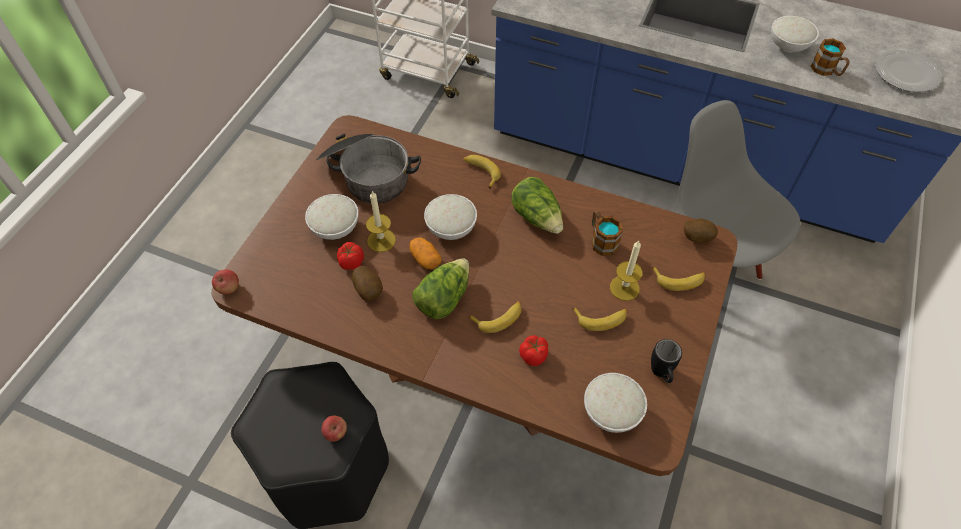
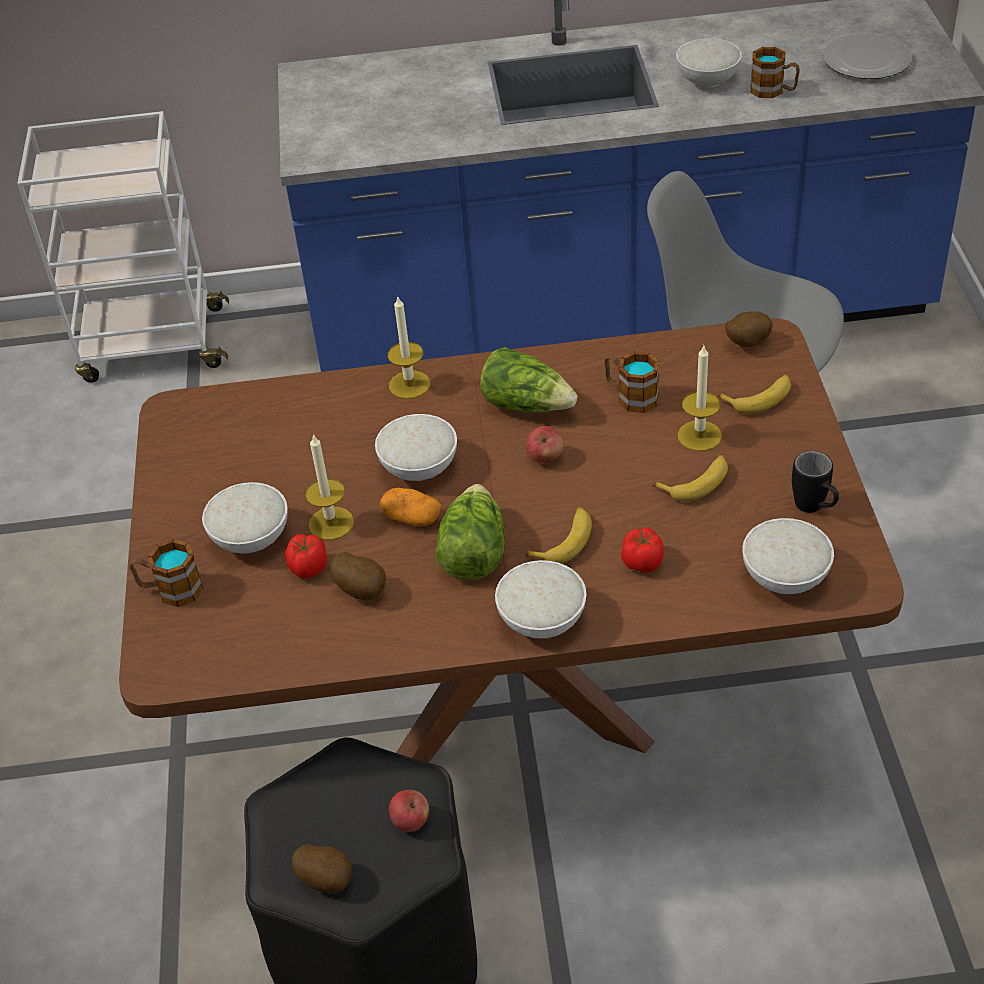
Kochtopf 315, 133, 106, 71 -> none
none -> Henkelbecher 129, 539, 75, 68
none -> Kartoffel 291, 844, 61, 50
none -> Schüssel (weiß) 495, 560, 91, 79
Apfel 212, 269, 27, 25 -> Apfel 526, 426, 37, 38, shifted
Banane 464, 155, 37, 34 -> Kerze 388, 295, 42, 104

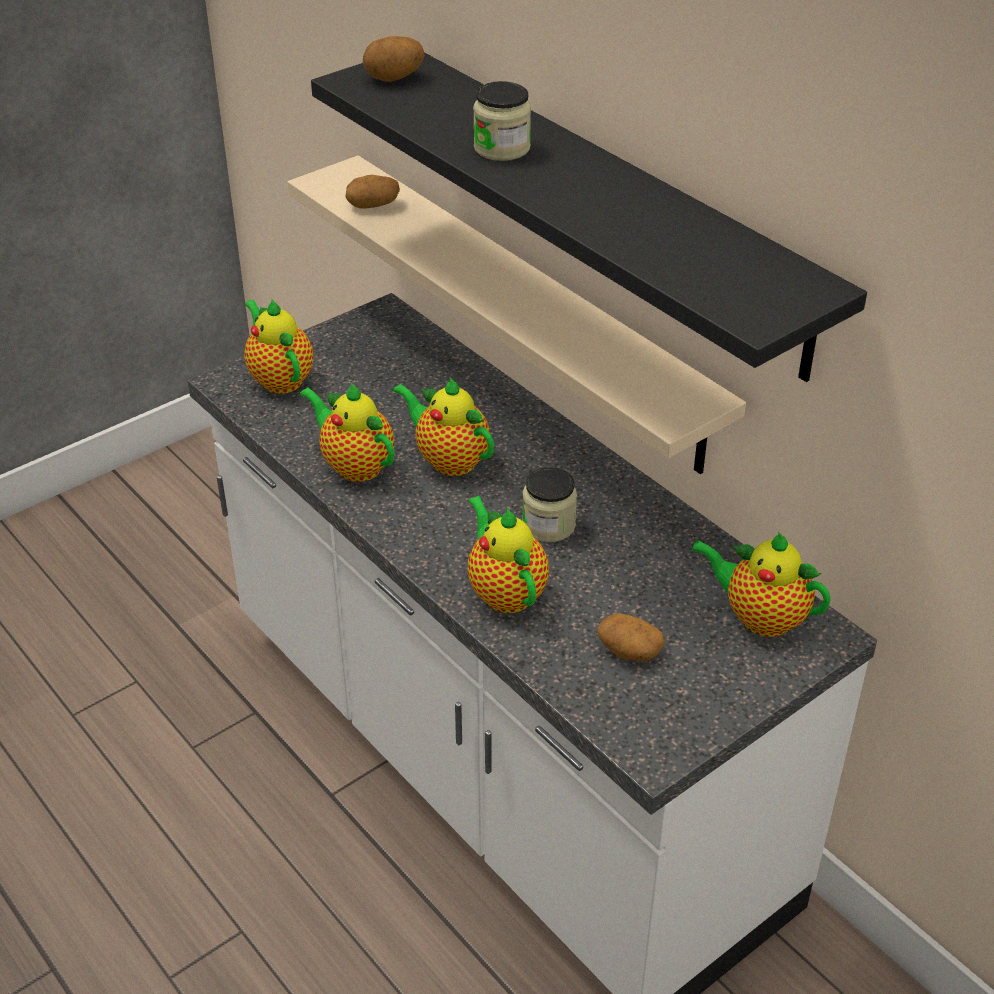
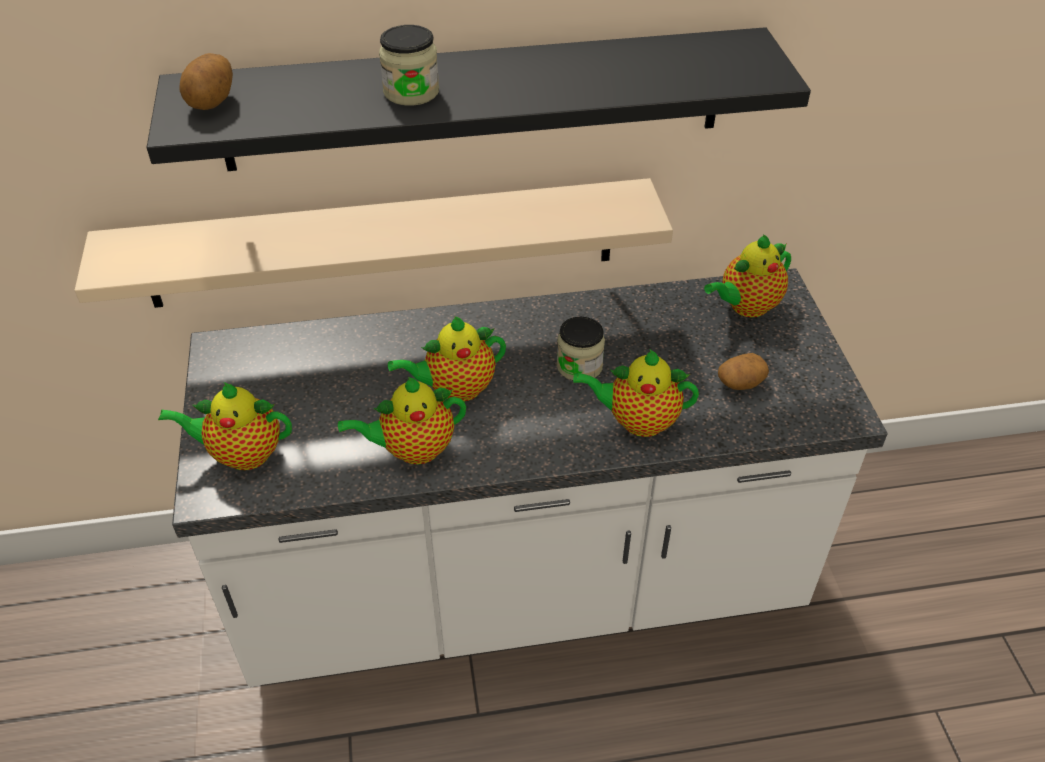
Kartoffel 346, 175, 54, 34 -> none

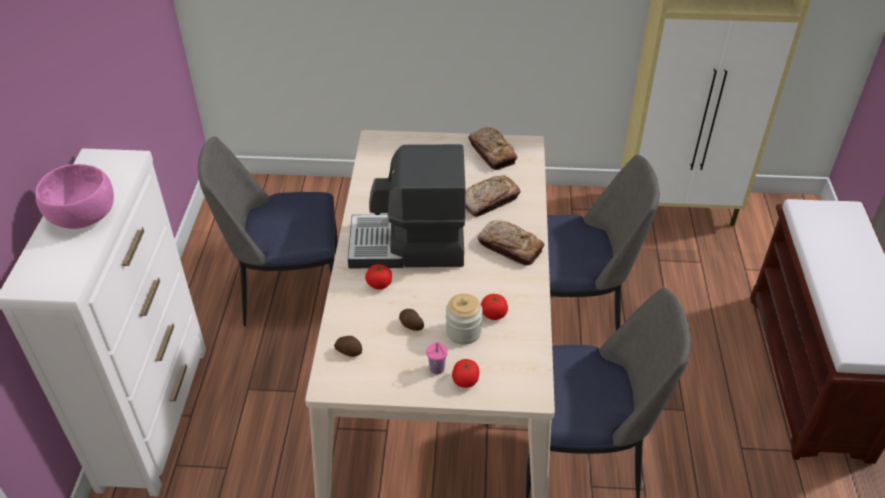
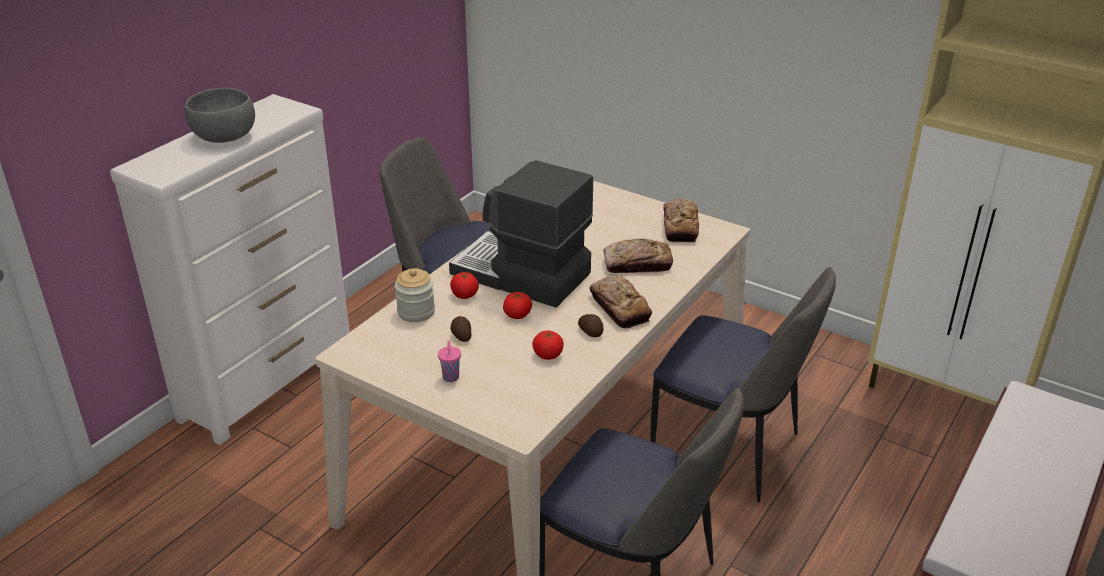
Kartoffel 334, 336, 28, 21 -> Kartoffel 578, 314, 26, 23, shifted
Vorratsglas 446, 294, 37, 51 -> Vorratsglas 395, 268, 40, 54, shifted
Tomate 452, 359, 27, 29 -> Tomate 503, 292, 29, 27, shifted
Schüssel (rosa) 35, 164, 79, 65 -> Schüssel (grau) 185, 88, 70, 55

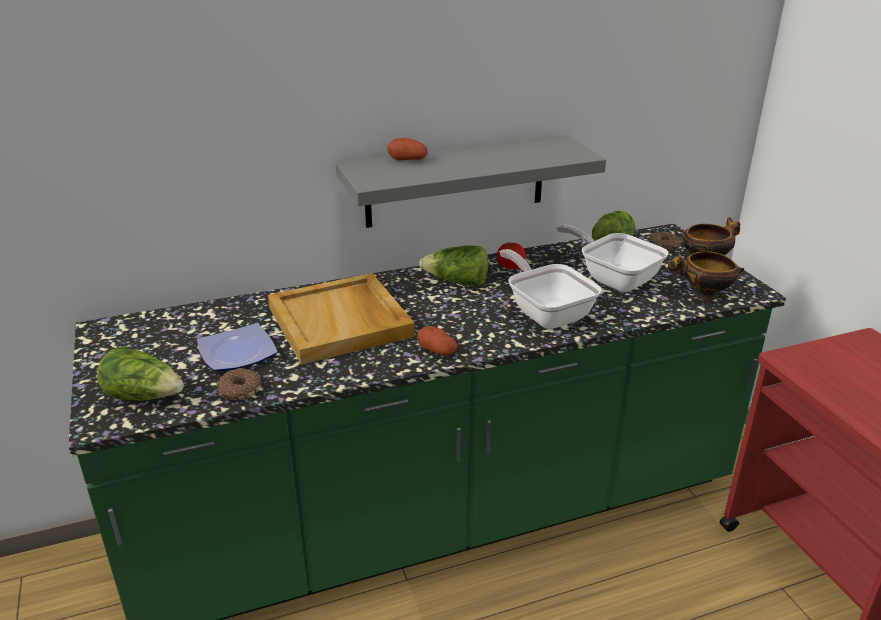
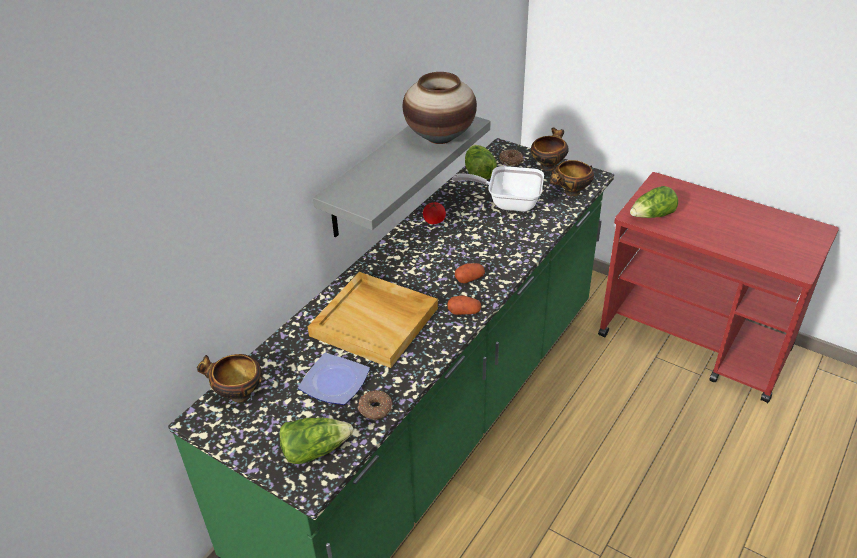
Pfanne 500, 249, 102, 80 -> none
none -> Schüssel 197, 354, 68, 48
none -> Vase 403, 72, 74, 72
Kartoffel 387, 138, 41, 22 -> Kartoffel 455, 263, 30, 21, shifted
Salatkopf 419, 245, 69, 41 -> Salatkopf 630, 186, 48, 32, shifted

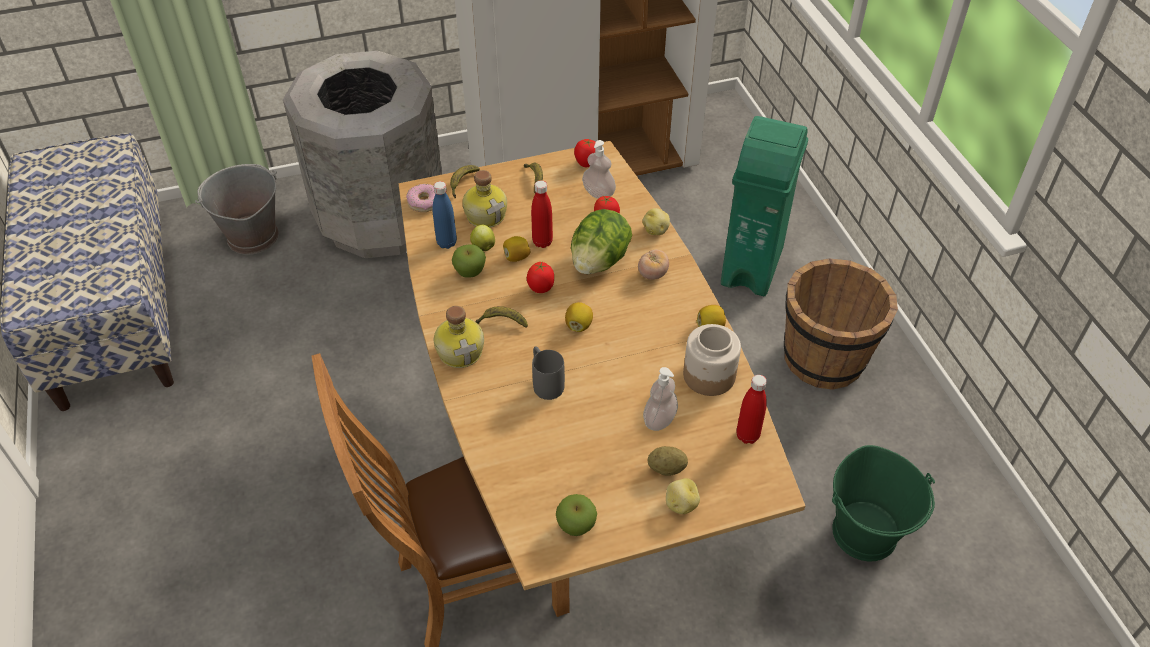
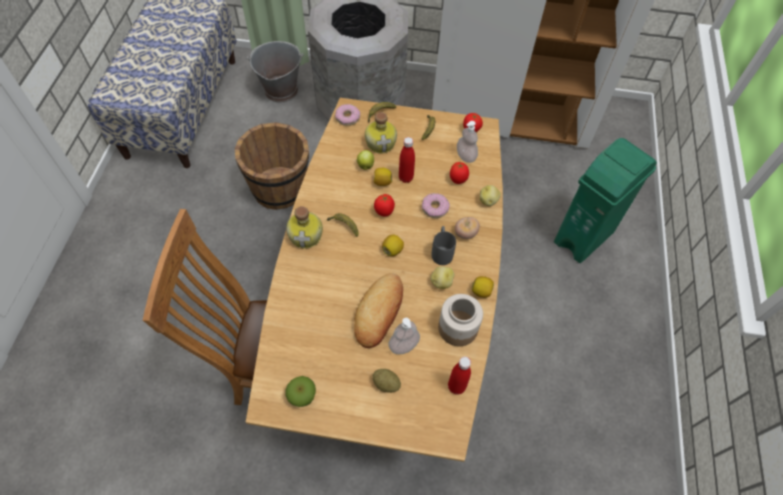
Flasche (blau) 433, 181, 24, 68 -> none
Apfel 452, 244, 34, 34 -> none
Eimer (grün) 832, 445, 103, 116 -> none
none -> Brot 354, 273, 49, 75
Henkelbecher (grau) 532, 346, 33, 54 -> Henkelbecher (grau) 431, 226, 25, 39, shifted
Kartoffel 666, 478, 34, 36 -> Kartoffel 430, 266, 24, 23, shifted
Eimer (braun) 784, 258, 114, 132 -> Eimer (braun) 235, 122, 74, 88, shifted
Salatkopf 571, 209, 61, 65 -> Donut 422, 193, 28, 25

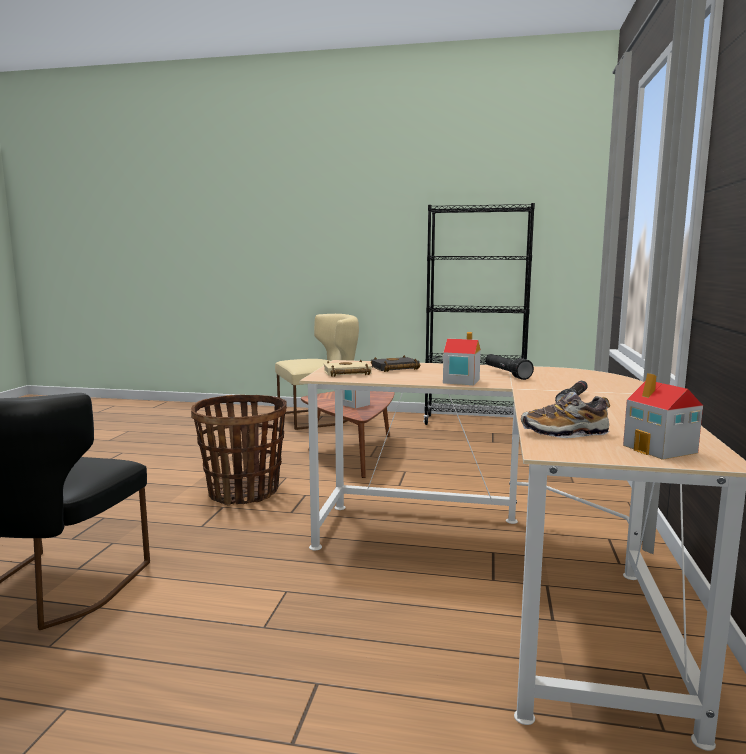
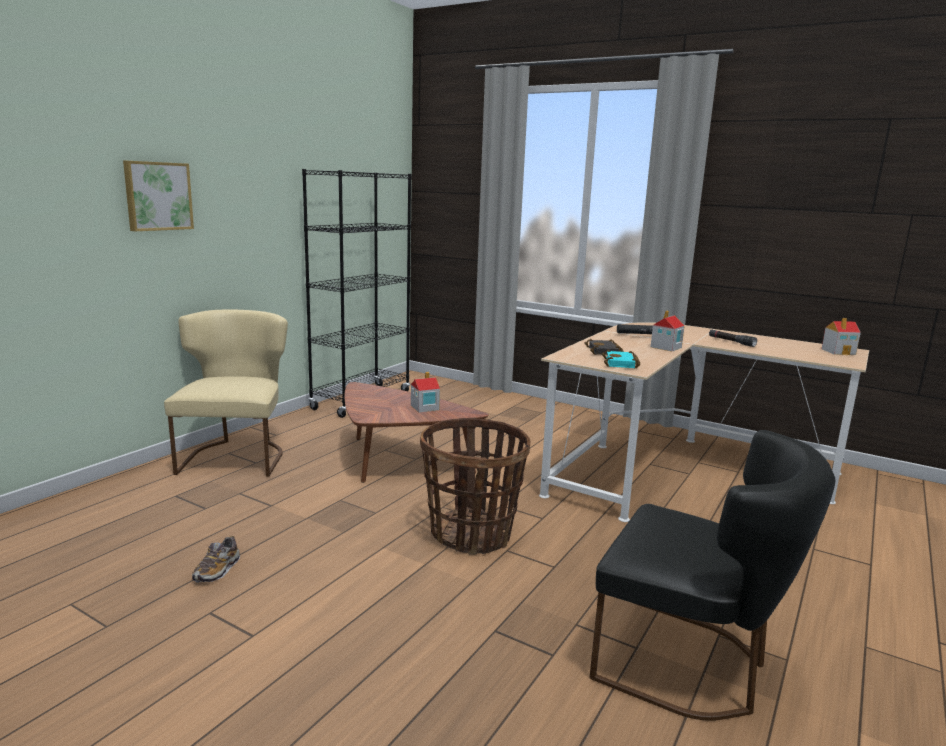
none -> Bild 123, 161, 71, 70
Schuh 521, 392, 89, 46 -> Schuh 192, 536, 48, 47, shifted
Buch (beige) 323, 360, 48, 17 -> Buch (türkis) 602, 350, 38, 19

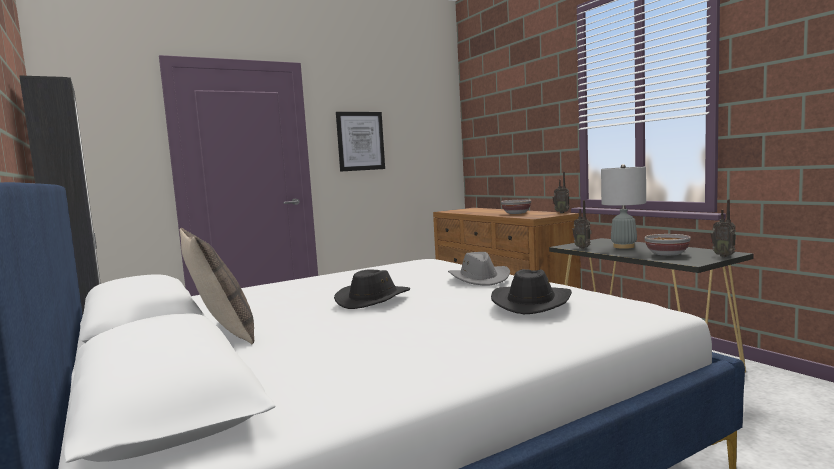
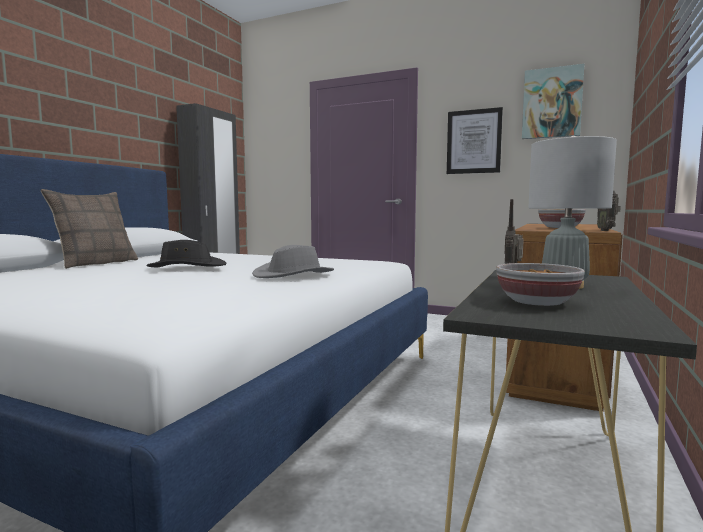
Hut (schwarz) 491, 269, 81, 45 -> none
Radio 711, 199, 25, 58 -> none
none -> Bild 522, 64, 62, 75

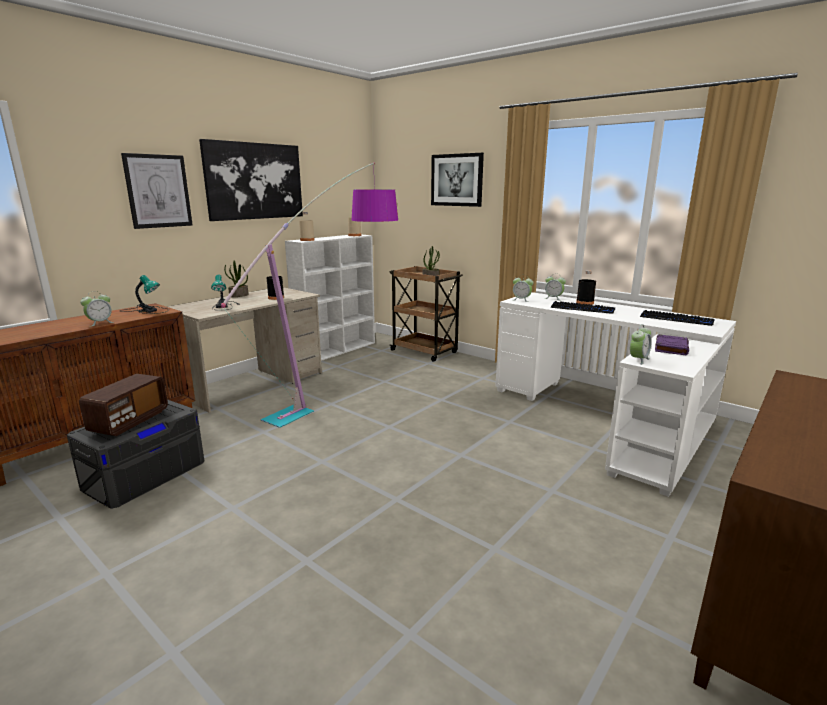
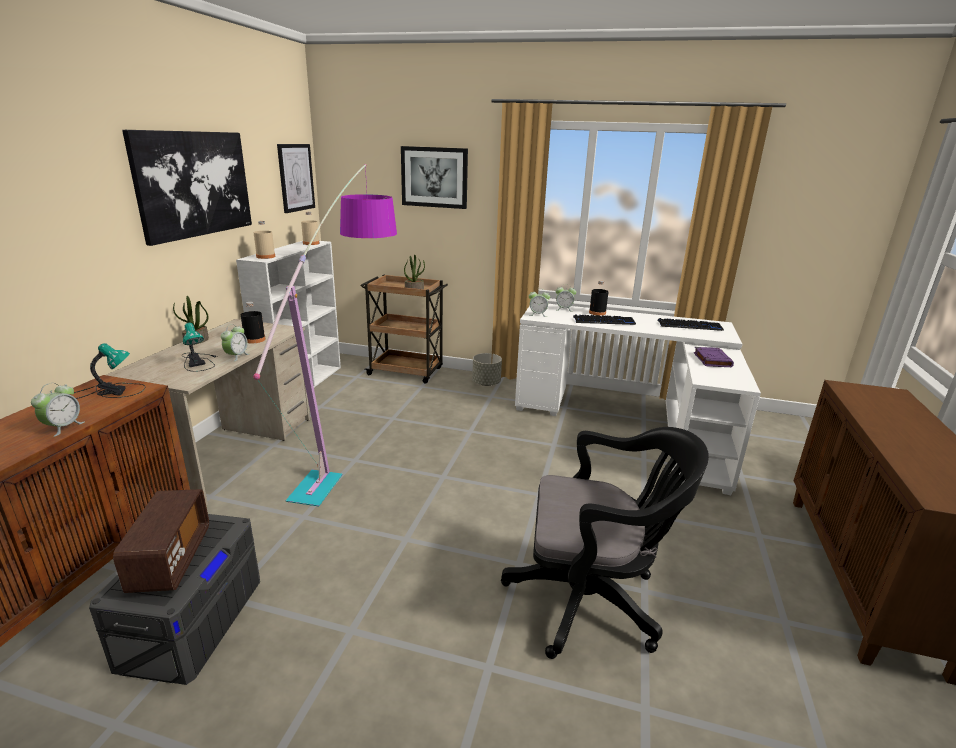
none -> Pflanzkübel (grau) 472, 353, 30, 33
none -> Bürostuhl (schwarz) 501, 427, 208, 232
Bild 121, 153, 72, 76 -> Bild 277, 144, 38, 69, shifted
Wecker 630, 324, 22, 41 -> Wecker 221, 324, 29, 37, shifted

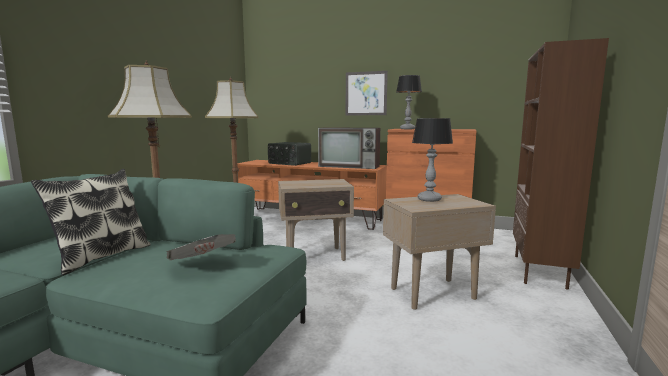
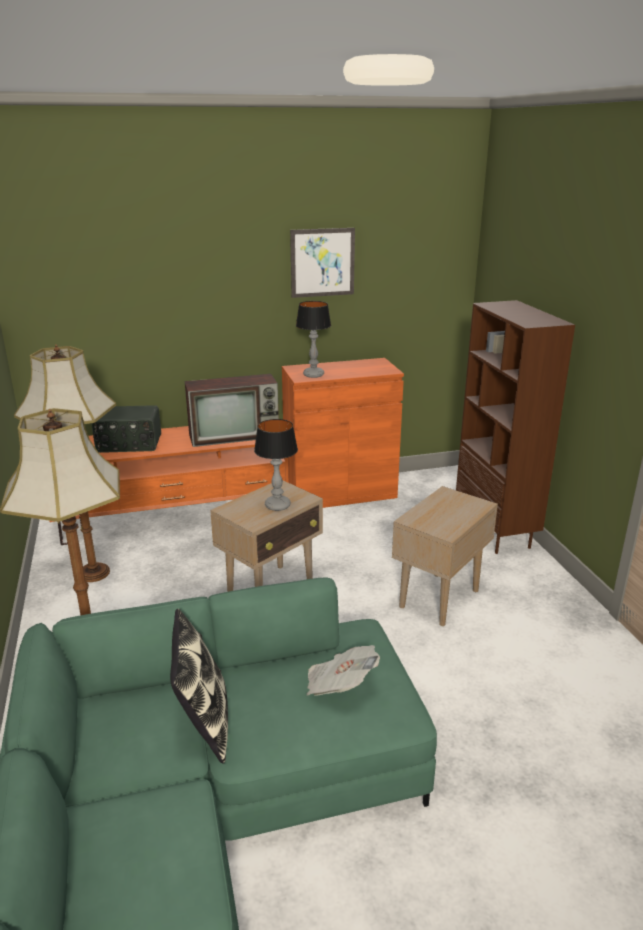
Bild 346, 71, 42, 44 -> Bild 290, 228, 65, 70, shifted
Tischlampe 412, 118, 41, 84 -> Tischlampe 254, 419, 44, 92, shifted

